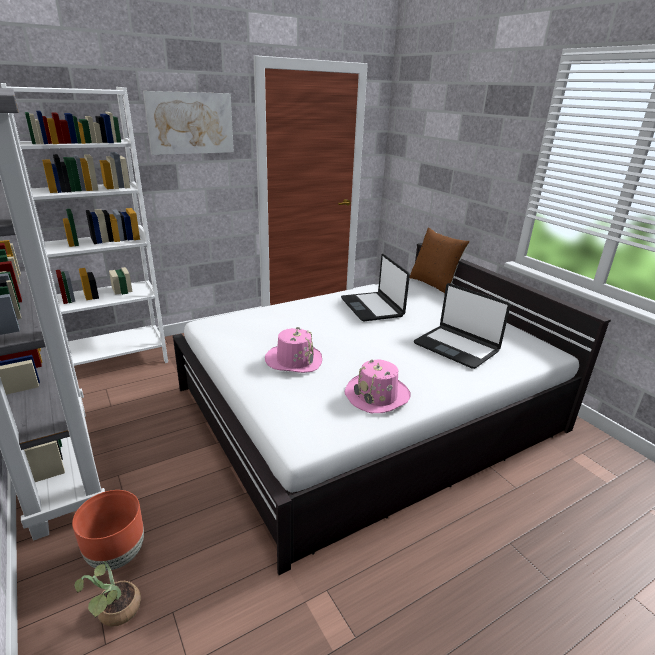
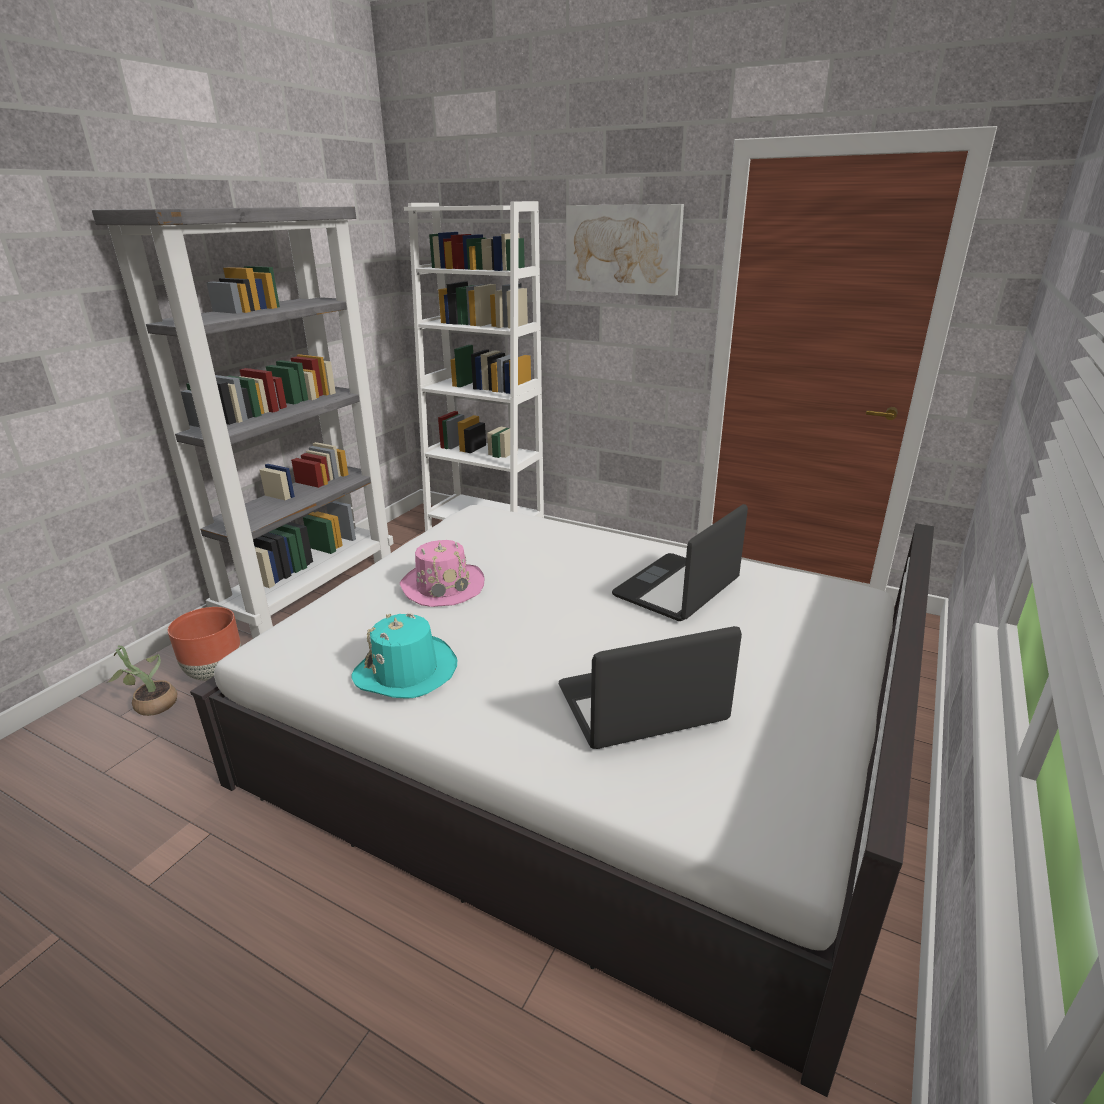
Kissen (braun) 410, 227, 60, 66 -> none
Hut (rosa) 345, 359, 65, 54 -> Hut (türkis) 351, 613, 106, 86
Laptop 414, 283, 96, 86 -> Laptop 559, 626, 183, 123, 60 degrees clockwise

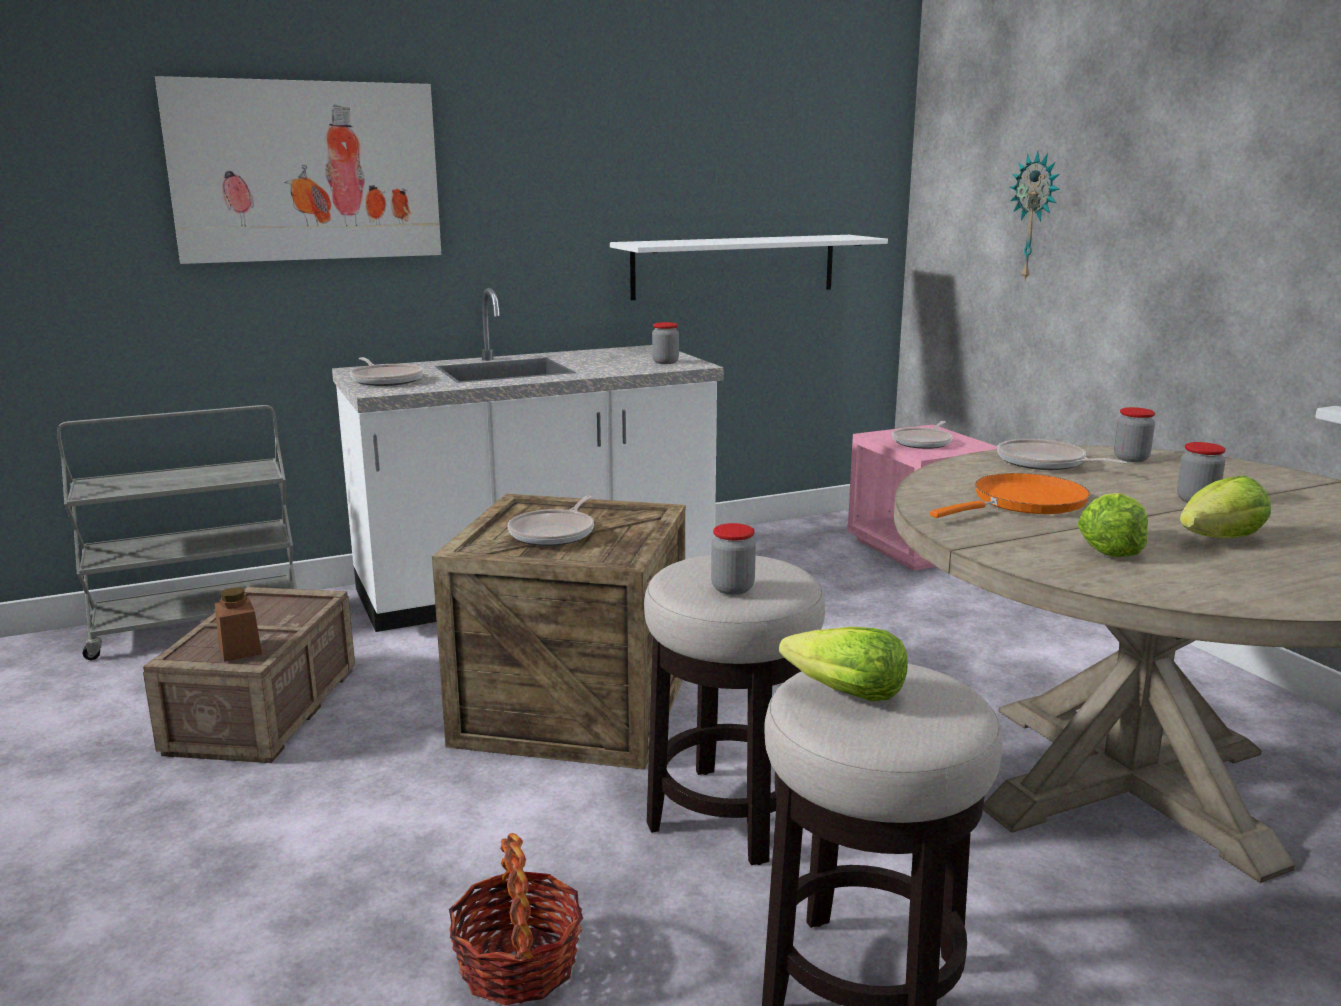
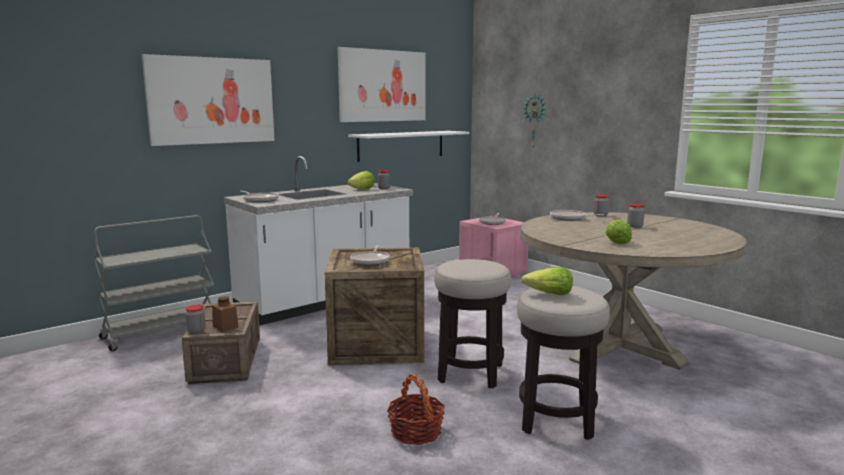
Pfanne (orange) 930, 473, 160, 45 -> none
none -> Bild 338, 47, 87, 75
Vorratsglas 711, 523, 45, 72 -> Vorratsglas 186, 305, 20, 29, shifted
Salatkopf 1180, 476, 91, 62 -> Salatkopf 348, 171, 27, 18, shifted

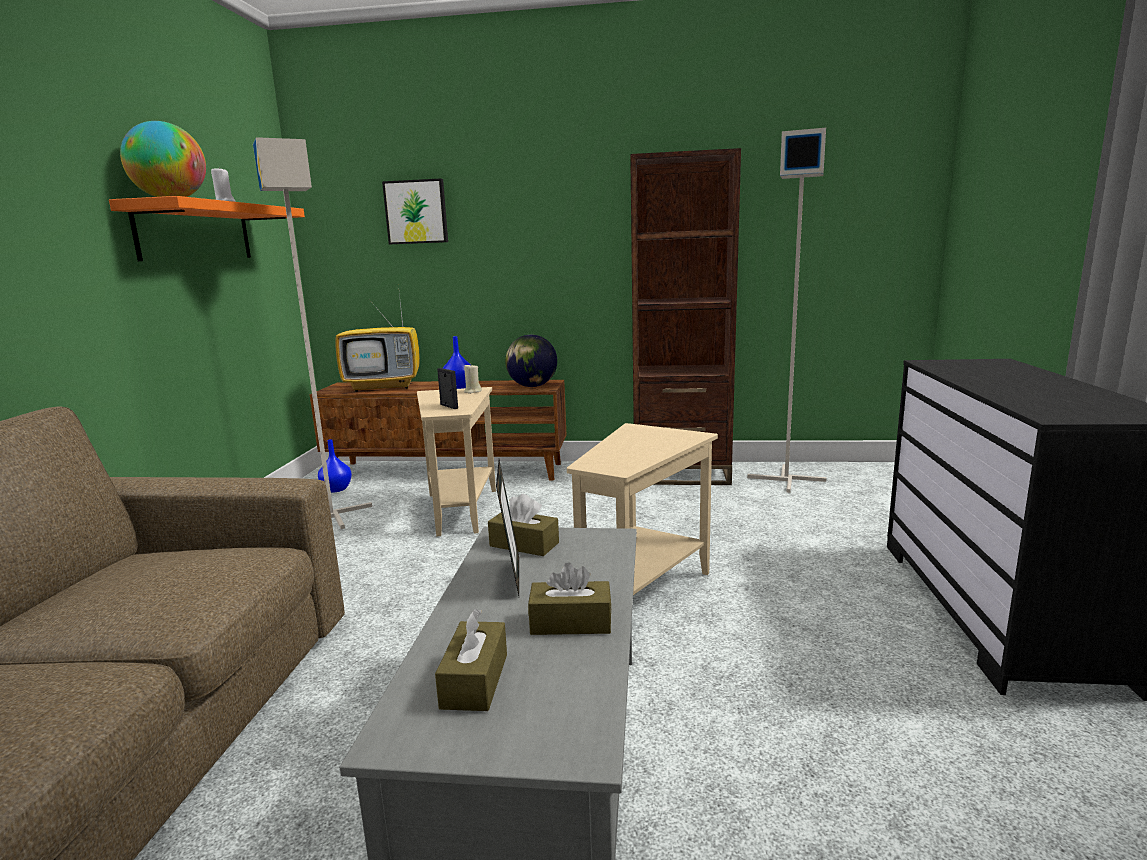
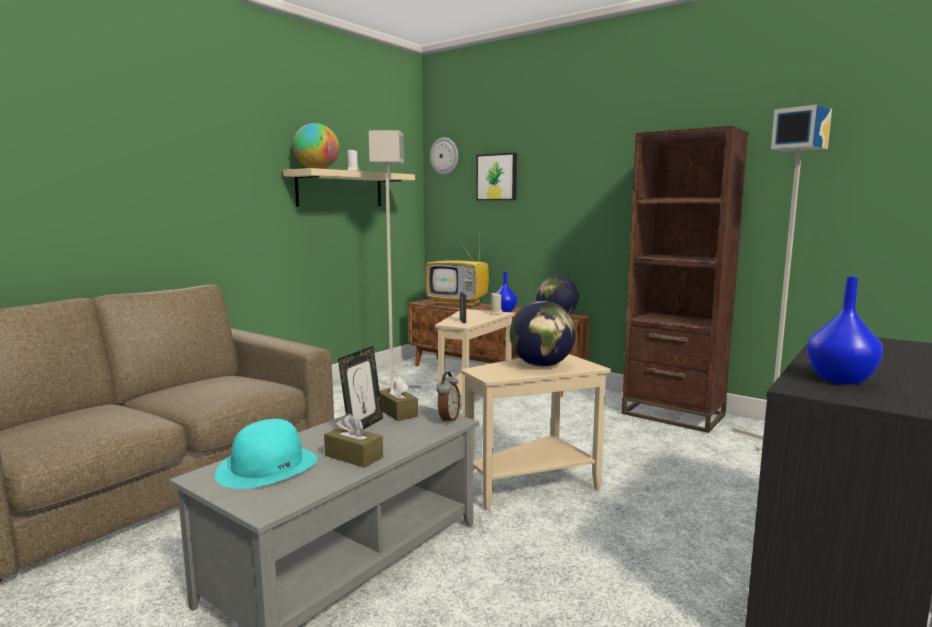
none -> Wanduhr 430, 137, 28, 38
none -> Wecker 436, 372, 24, 52
none -> Globus 510, 301, 66, 66
Vase (blau) 318, 439, 34, 53 -> Vase (blau) 807, 277, 76, 108, shifted
Taschentuchbox (braun) 435, 608, 72, 103 -> Hut (türkis) 215, 419, 103, 70
Wandregal (orange) 109, 196, 196, 65 -> Wandregal (beige) 283, 168, 132, 38

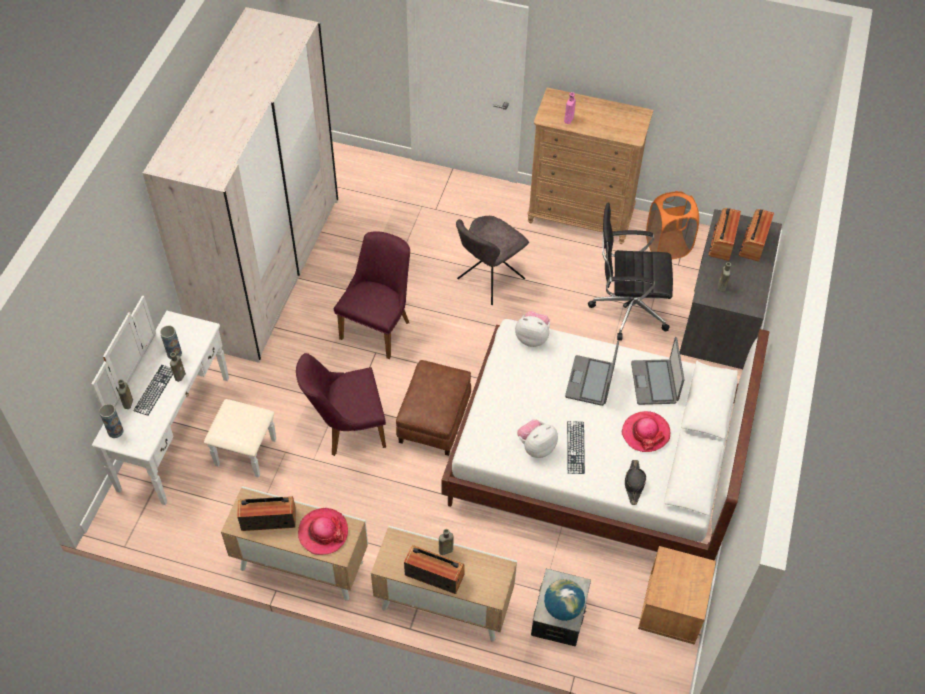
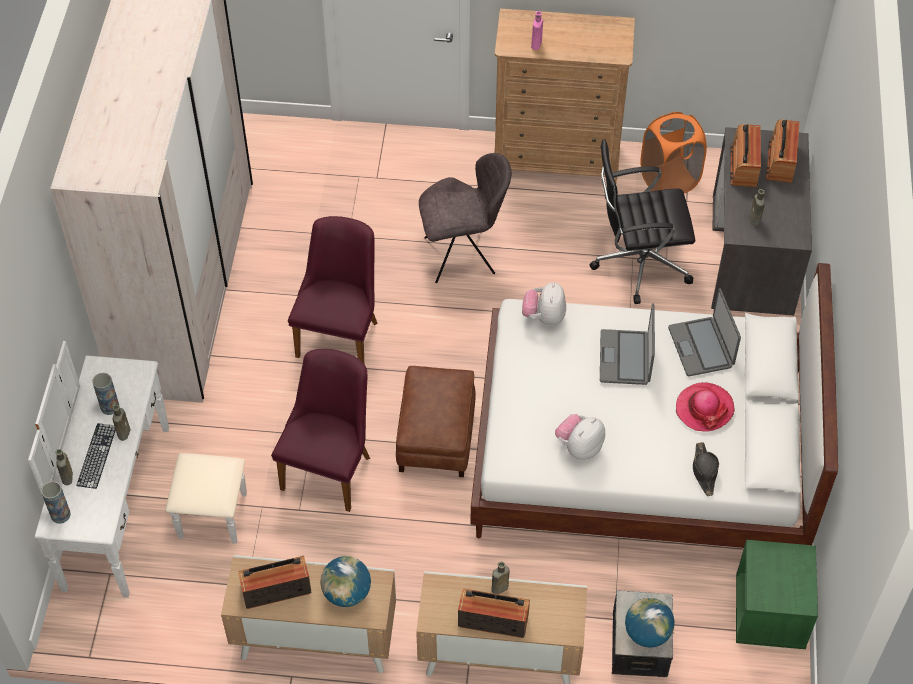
Tastatur 567, 421, 18, 53 -> none
Hut 298, 508, 50, 47 -> Globus 320, 556, 51, 51
Nachttisch (braun) 638, 546, 78, 99 -> Nachttisch (grün) 736, 540, 82, 109
Stuhl (lila) 296, 353, 90, 103 -> Stuhl (lila) 271, 349, 99, 163, 135 degrees clockwise
Stuhl (grau) 456, 216, 73, 89 -> Stuhl (grau) 419, 153, 93, 130, 135 degrees counterclockwise
Plüschtier 515, 311, 35, 36 -> Plüschtier 522, 282, 44, 43, 90 degrees counterclockwise

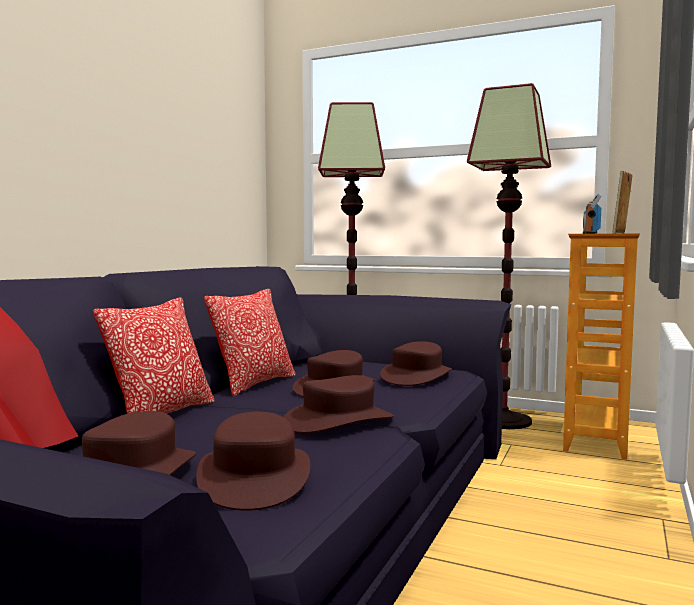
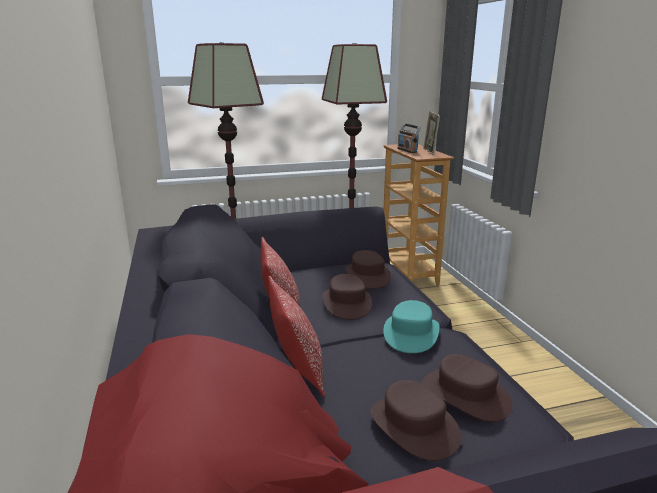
Hut (braun) 284, 375, 110, 58 -> Hut (türkis) 383, 300, 56, 53

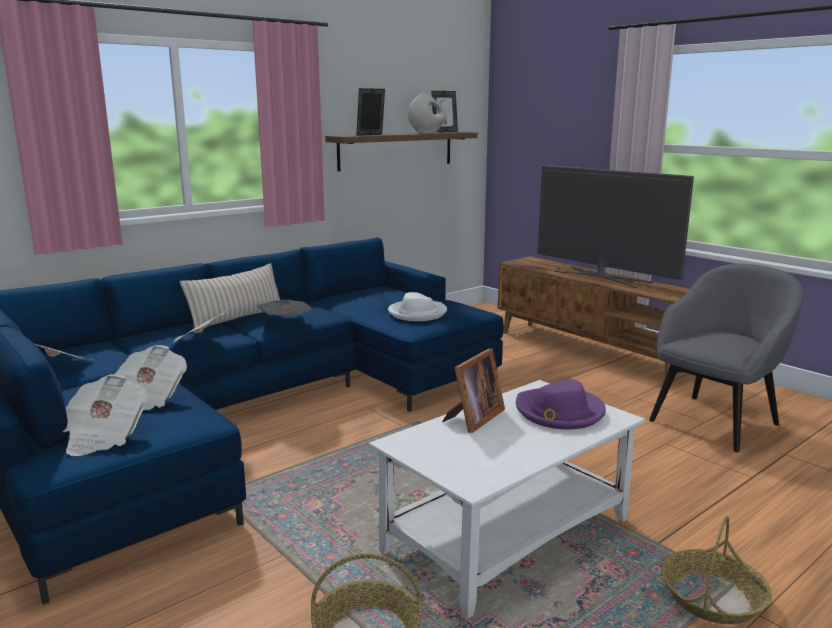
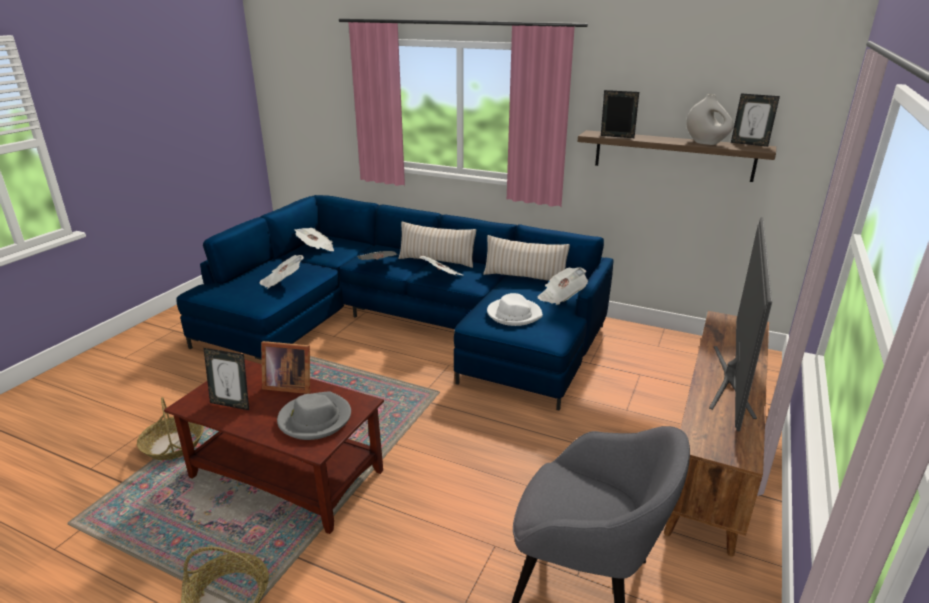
none -> Bilderrahmen 204, 348, 45, 62
none -> Kissen (beige) 483, 235, 87, 46
Zeitung 63, 374, 85, 82 -> Zeitung 538, 268, 50, 37, shifted
Couchtisch (weiß) 369, 380, 276, 239 -> Couchtisch (braun) 164, 359, 220, 175
Hut (lila) 516, 379, 90, 50 -> Hut (grau) 277, 392, 74, 48

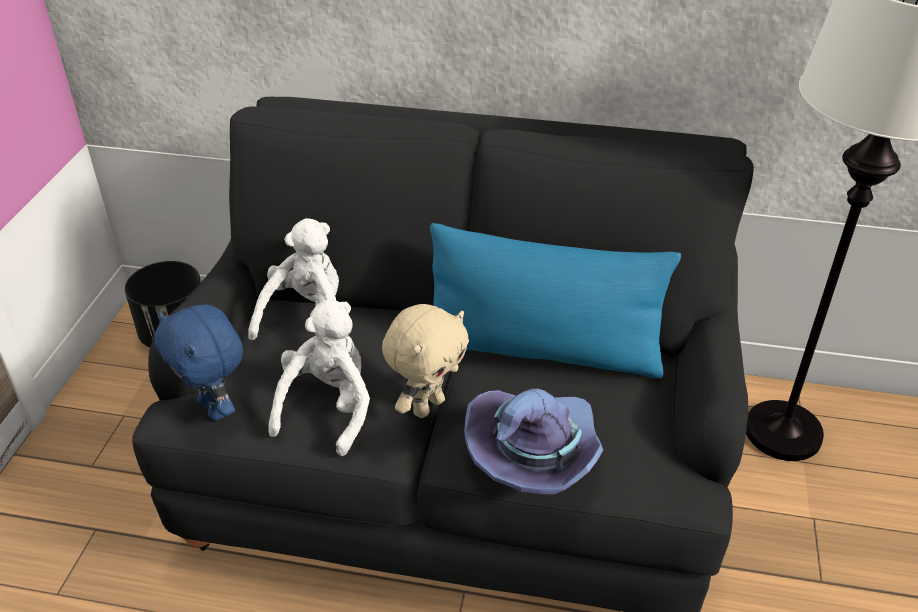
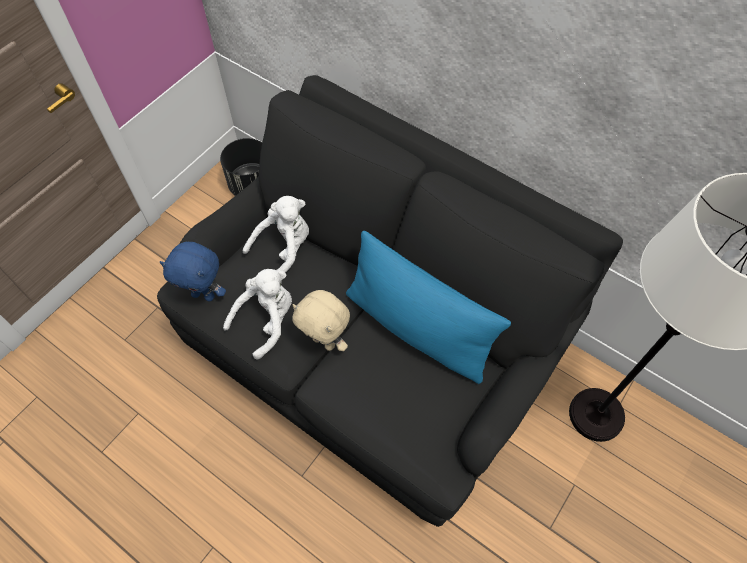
Hut (lila) 464, 389, 139, 106 -> none
Plüschtier (blau) 155, 304, 88, 116 -> Plüschtier (blau) 160, 242, 66, 60, 60 degrees counterclockwise
Plüschtier (beige) 382, 304, 87, 114 -> Plüschtier (beige) 292, 290, 58, 61, 60 degrees clockwise

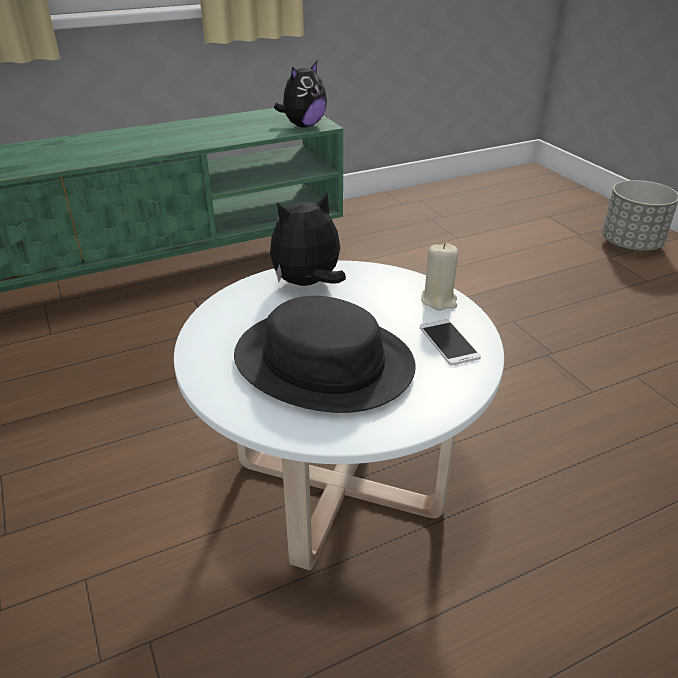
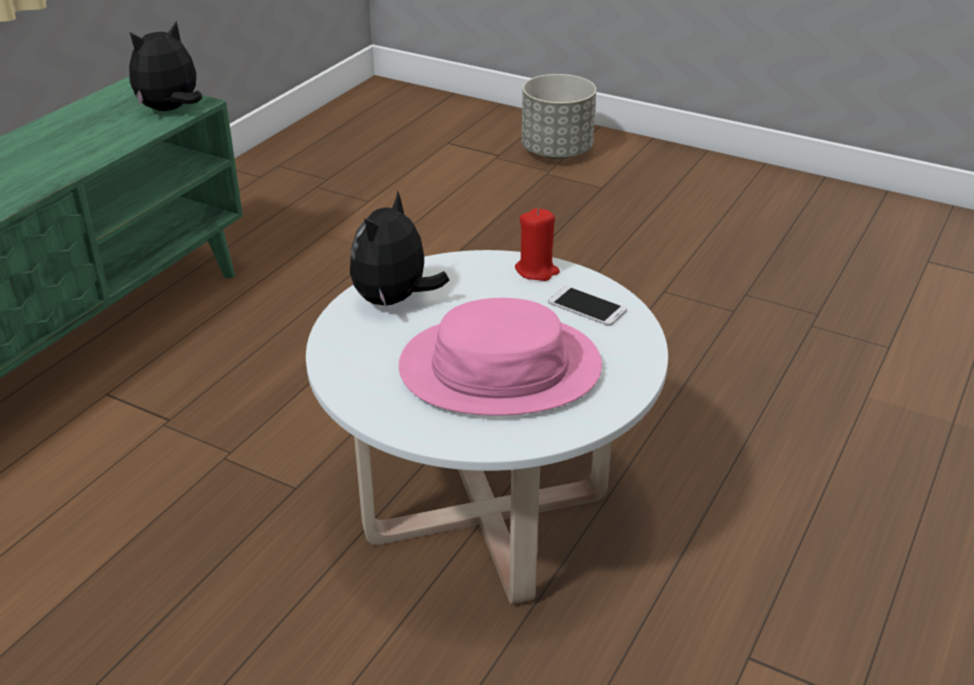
Hut (schwarz) 234, 296, 182, 117 -> Hut (rosa) 399, 298, 203, 118
Kerze (beige) 421, 243, 38, 67 -> Kerze (rot) 515, 209, 45, 72
Plüschtier 274, 61, 53, 66 -> Plüschtier 129, 20, 74, 91, 135 degrees counterclockwise

